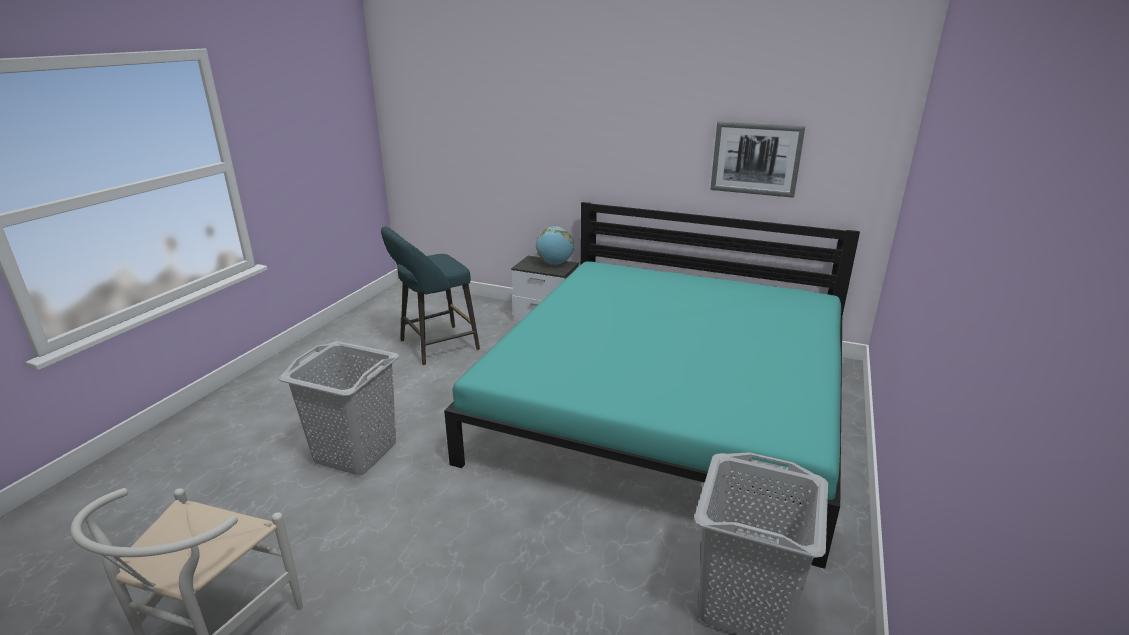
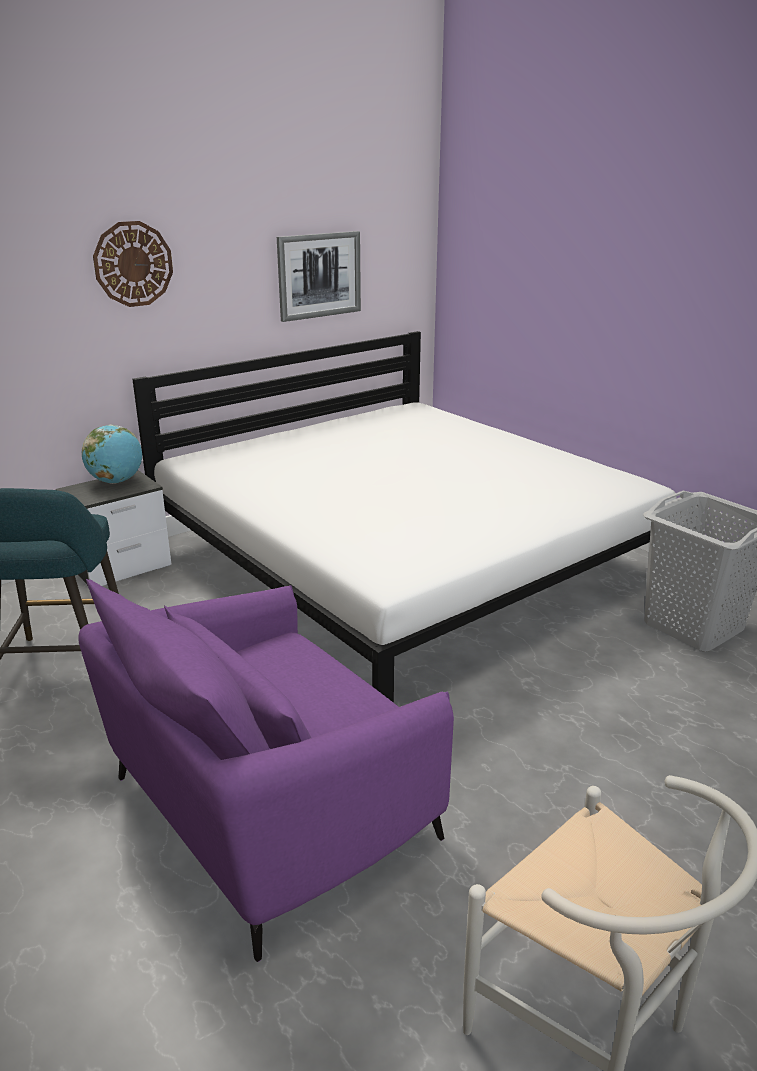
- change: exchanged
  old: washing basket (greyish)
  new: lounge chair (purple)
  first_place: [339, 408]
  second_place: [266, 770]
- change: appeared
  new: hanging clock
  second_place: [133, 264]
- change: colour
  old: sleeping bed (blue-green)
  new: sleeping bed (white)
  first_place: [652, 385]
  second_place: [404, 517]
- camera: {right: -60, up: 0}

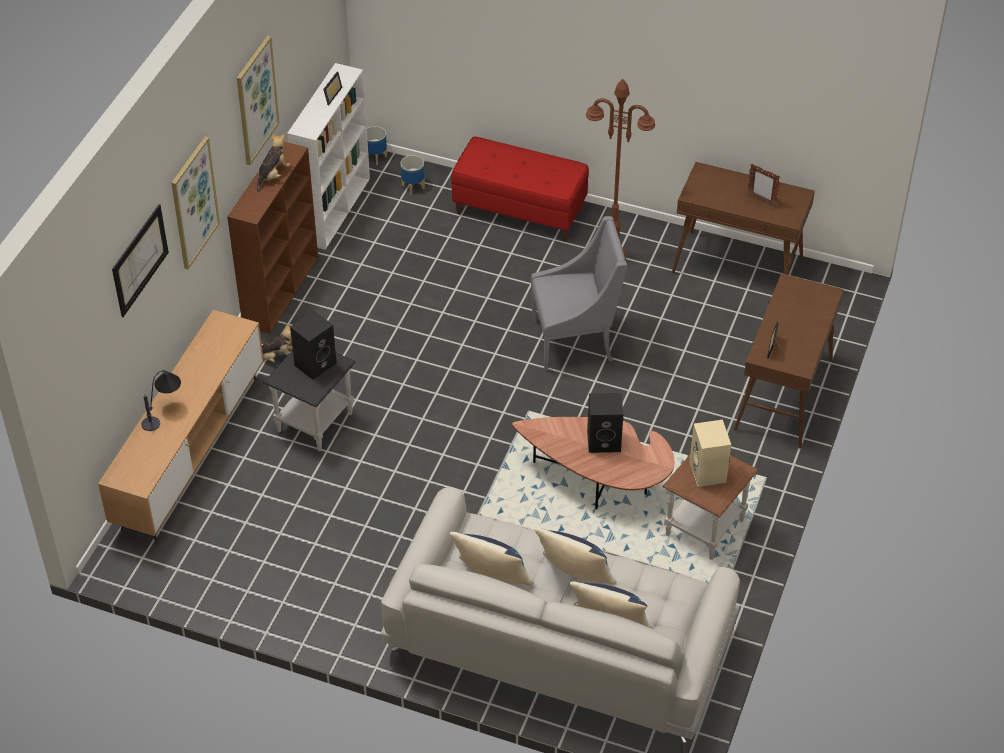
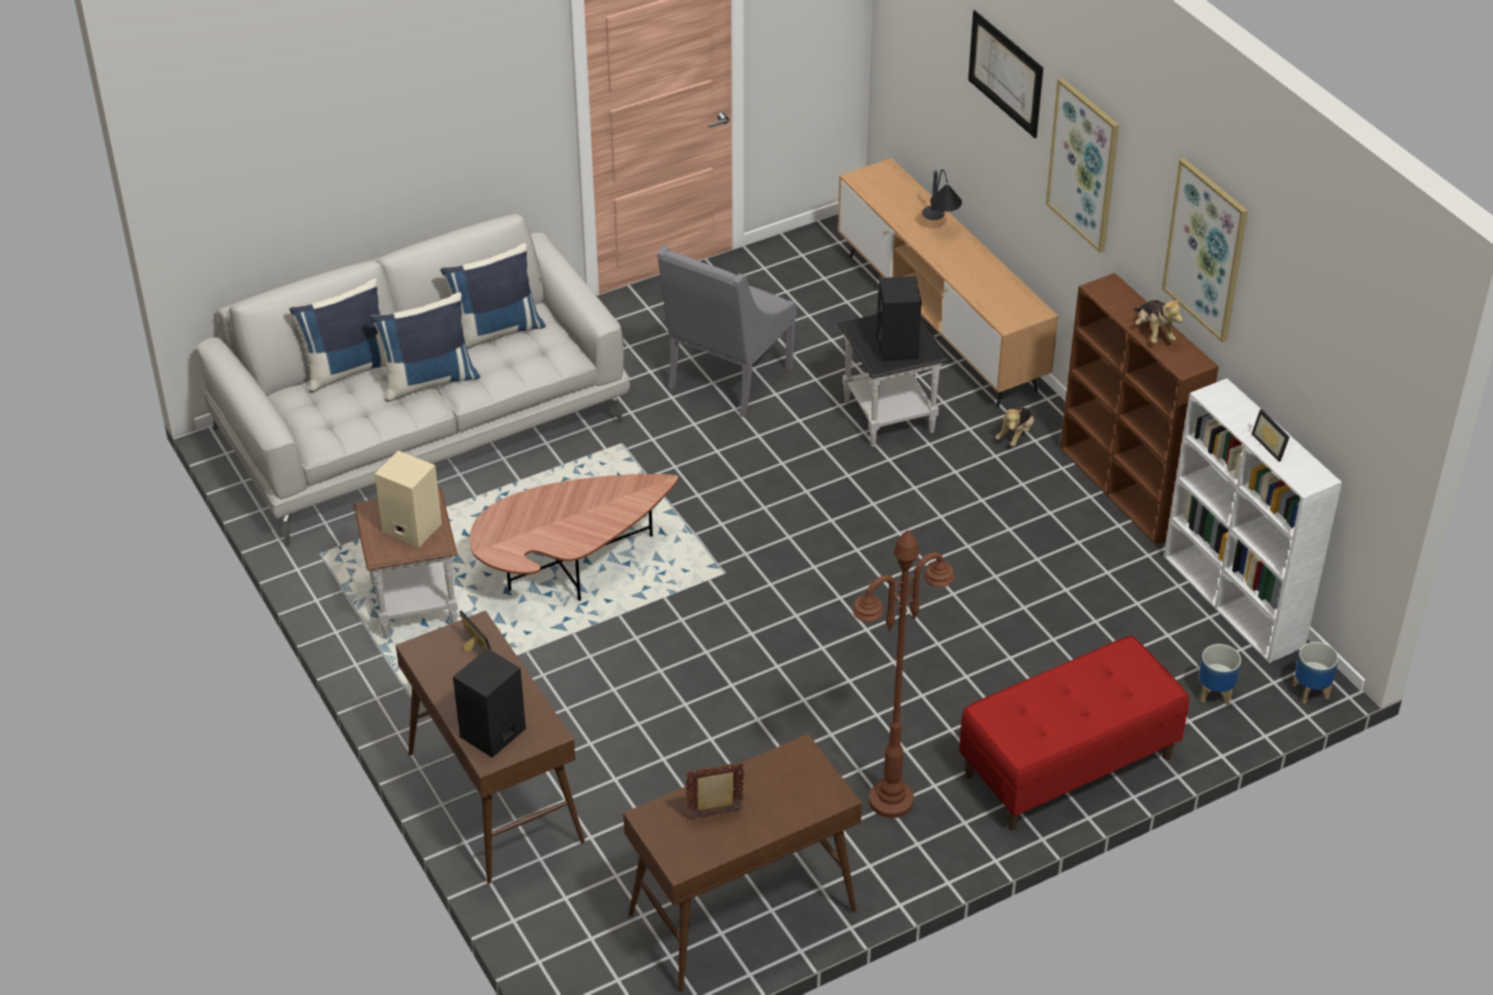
- change: relocated
  old: audio speaker (black)
  first_place: [605, 423]
  second_place: [489, 703]
- change: relocated
  old: lounge chair (greyish)
  first_place: [579, 293]
  second_place: [727, 331]
- camera: {right: 130, up: -5}

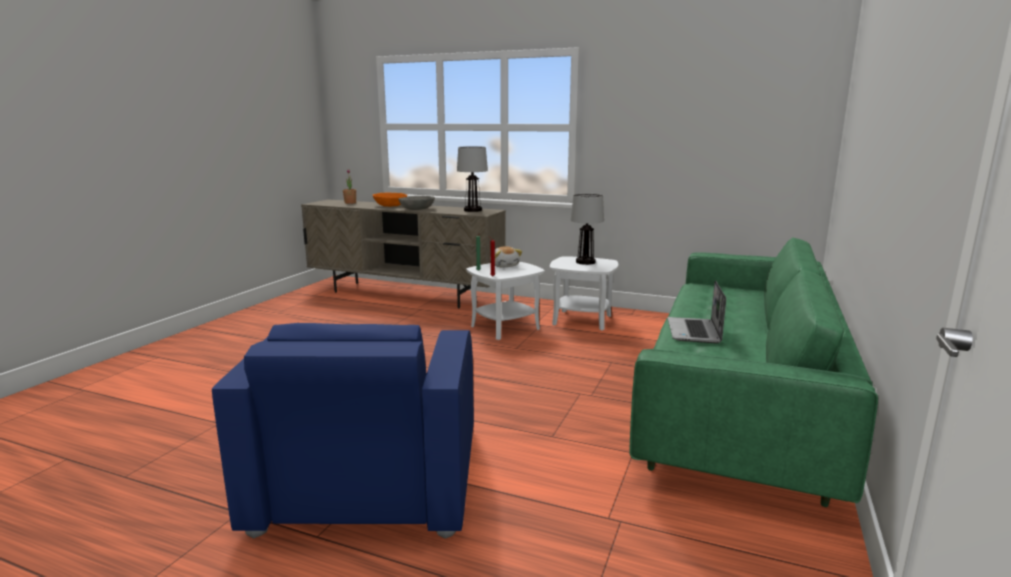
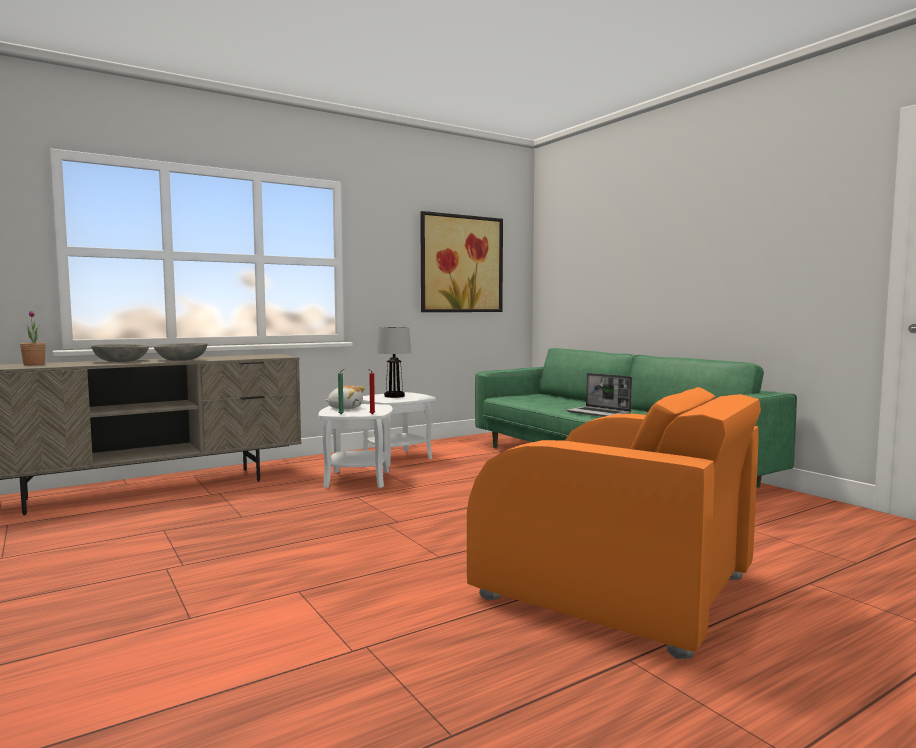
- change: colour
  old: deep dish (orange-coloured)
  new: deep dish (greyish)
  first_place: [390, 200]
  second_place: [120, 353]
- change: appeared
  new: wall art
  second_place: [461, 261]
- change: colour
  old: lounge chair (blue)
  new: lounge chair (orange-coloured)
  first_place: [343, 431]
  second_place: [614, 523]
- change: missing
  old: tabletop lamp
  first_place: [472, 179]
- camera: {right: -55, up: -10}

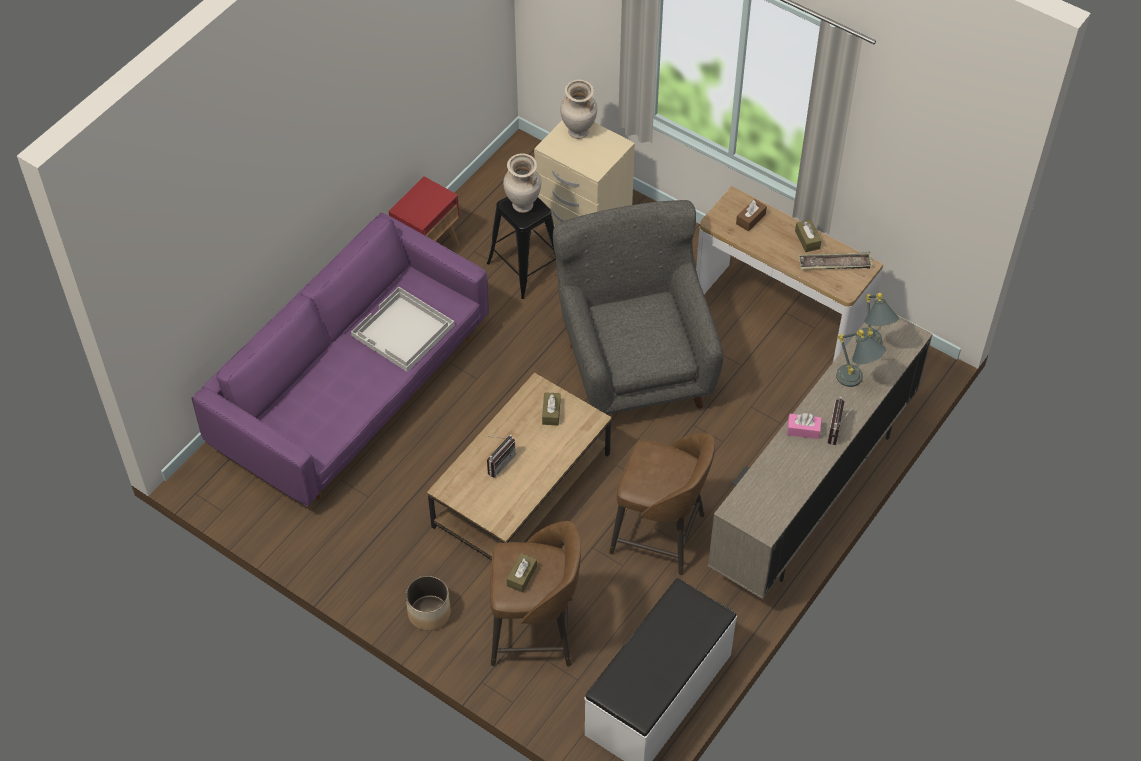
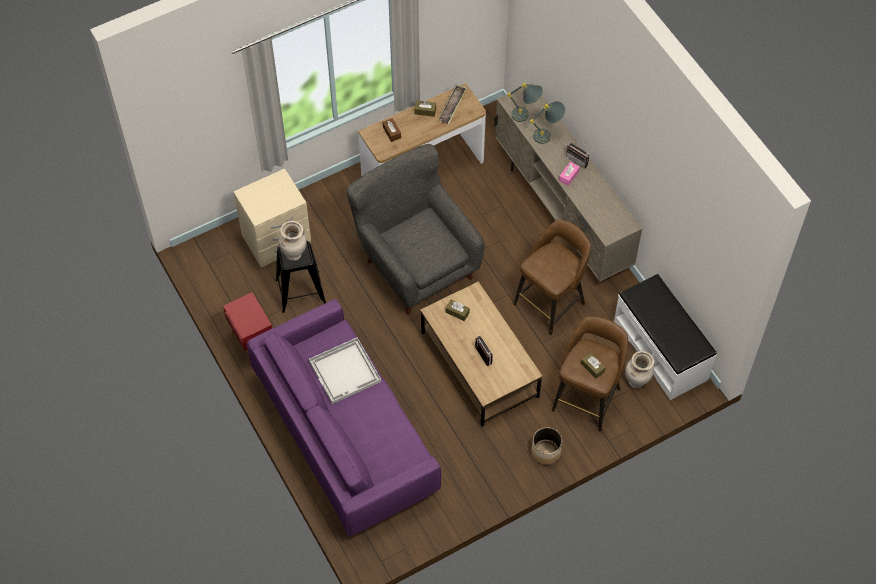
- change: spun
  old: lounge chair (greyish)
  first_place: [638, 307]
  second_place: [416, 229]
  degrees: 45
- change: relocated
  old: flower vase (sand-coloured)
  first_place: [578, 109]
  second_place: [639, 370]
- camera: {right: -65, up: 5}

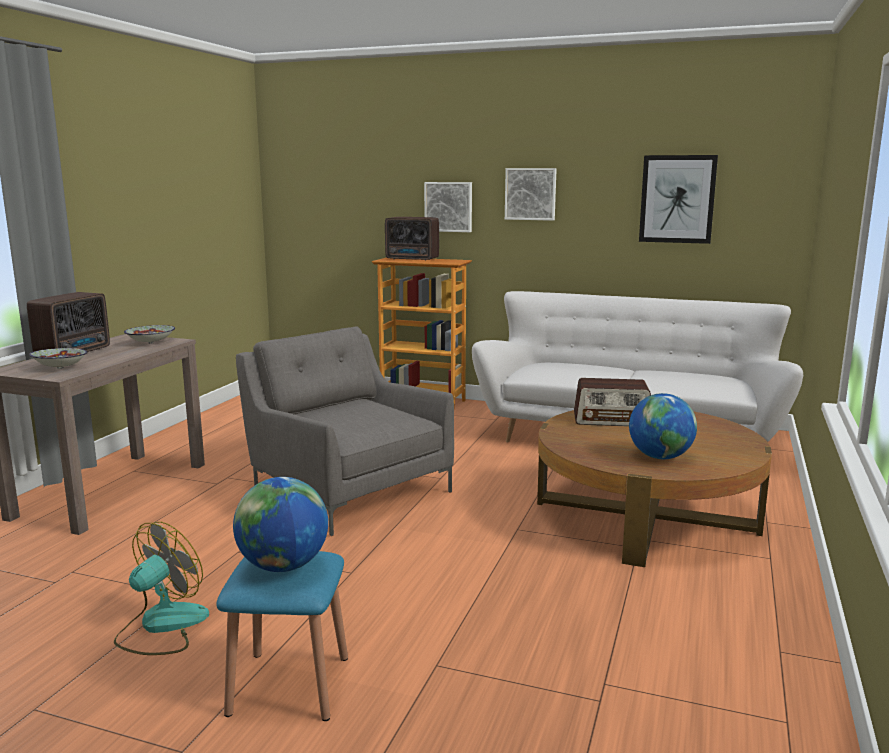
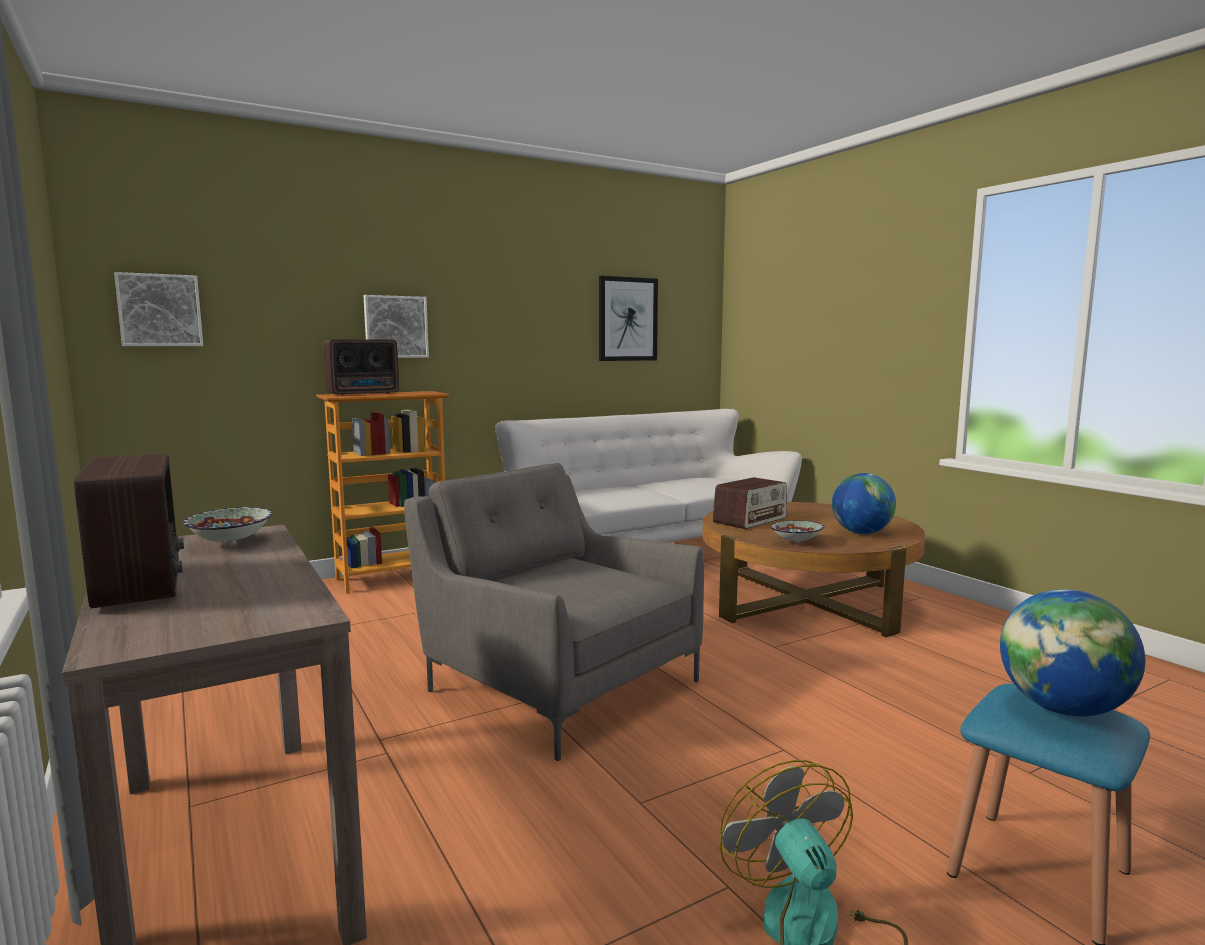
- change: relocated
  old: wall art
  first_place: [531, 194]
  second_place: [158, 309]
- change: spun
  old: lounge chair (greyish)
  first_place: [345, 431]
  second_place: [554, 612]
  degrees: 45
- change: relocated
  old: deep dish
  first_place: [58, 358]
  second_place: [797, 532]
- camera: {right: -50, up: -5}

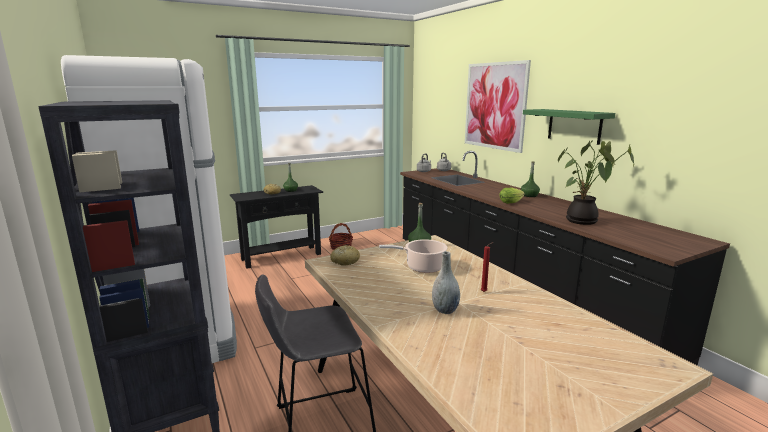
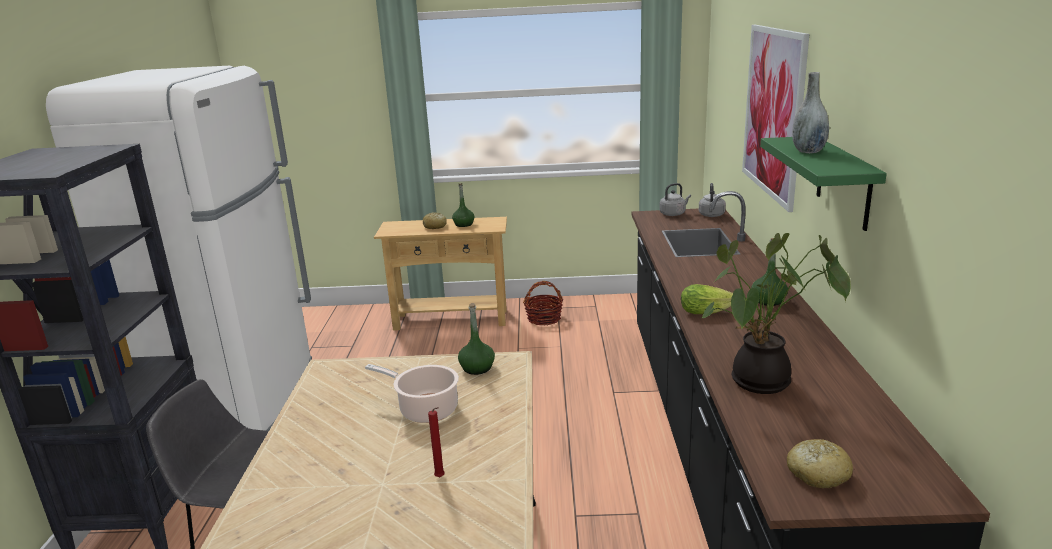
- change: colour
  old: hall table (black)
  new: hall table (sand-coloured)
  first_place: [276, 226]
  second_place: [440, 274]
- change: relocated
  old: bread
  first_place: [345, 255]
  second_place: [820, 463]
- change: relocated
  old: flower vase (greyish)
  first_place: [446, 282]
  second_place: [810, 112]
- camera: {right: 30, up: 5}

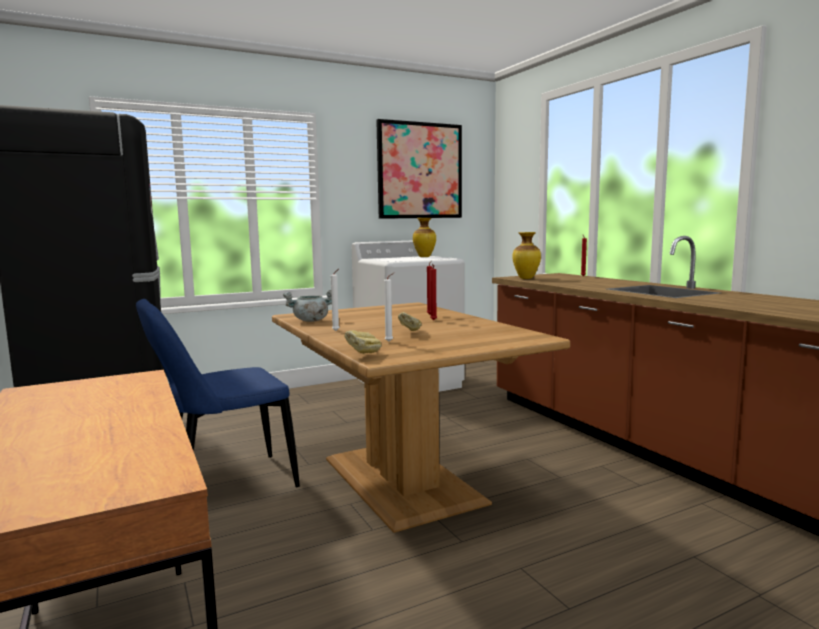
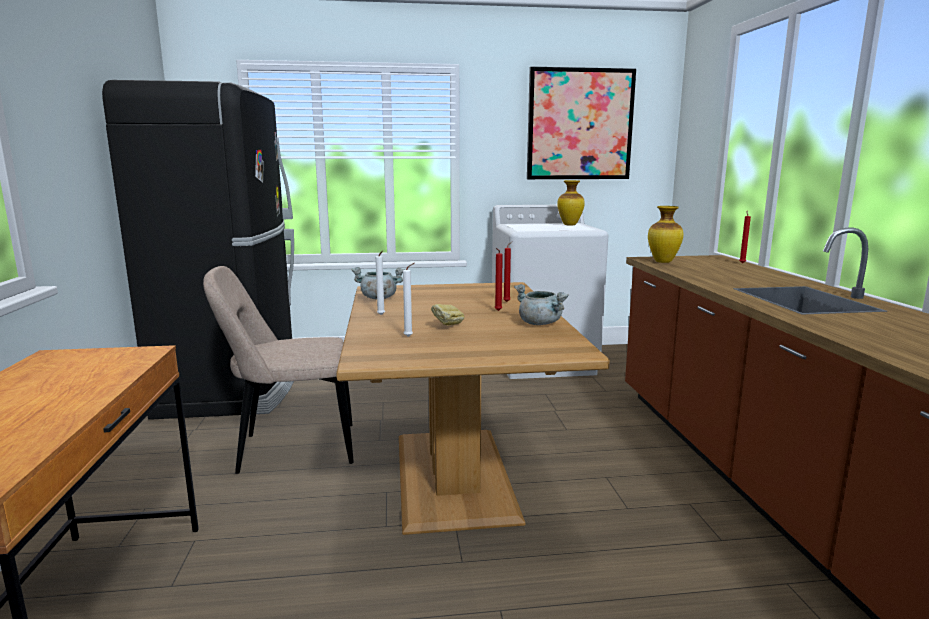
- change: colour
  old: chair (blue)
  new: chair (sand-coloured)
  first_place: [218, 393]
  second_place: [278, 370]
- change: appeared
  new: stockpot (greyish)
  second_place: [541, 304]
- change: missing
  old: bread
  first_place: [363, 342]
- camera: {right: 20, up: 5}

